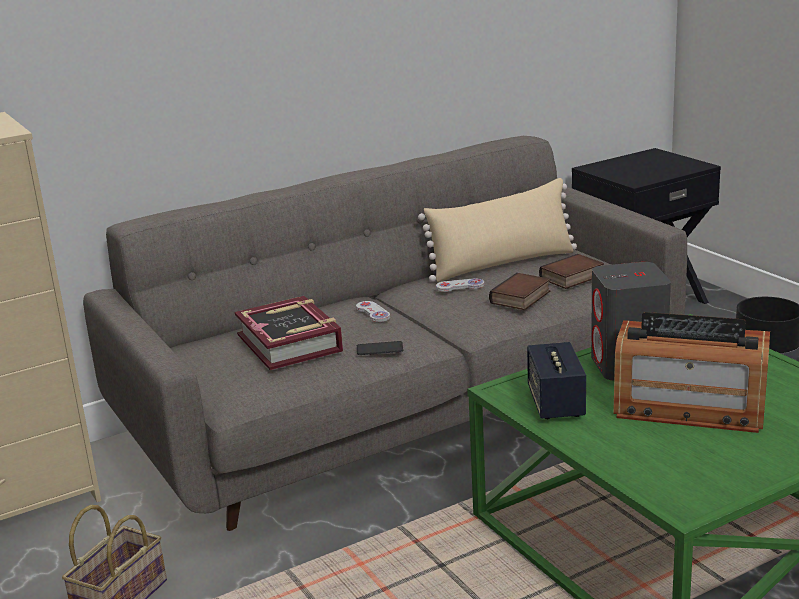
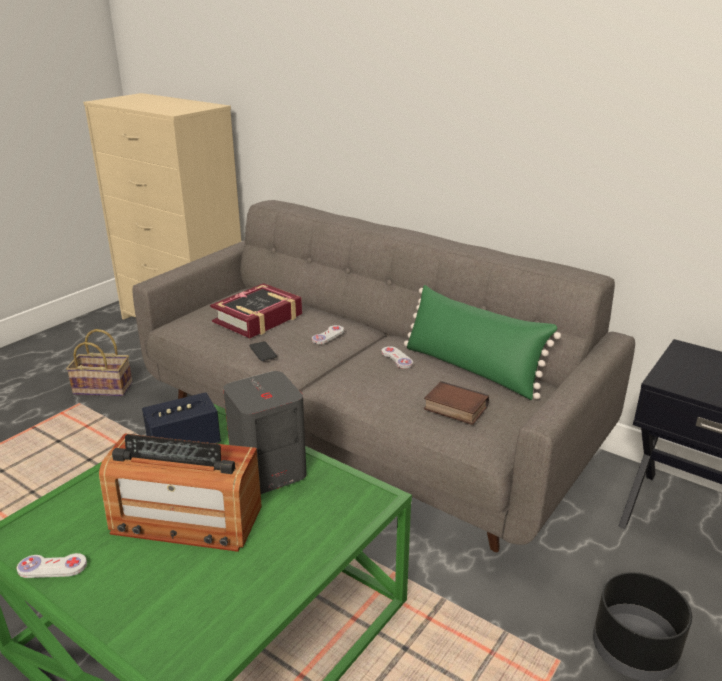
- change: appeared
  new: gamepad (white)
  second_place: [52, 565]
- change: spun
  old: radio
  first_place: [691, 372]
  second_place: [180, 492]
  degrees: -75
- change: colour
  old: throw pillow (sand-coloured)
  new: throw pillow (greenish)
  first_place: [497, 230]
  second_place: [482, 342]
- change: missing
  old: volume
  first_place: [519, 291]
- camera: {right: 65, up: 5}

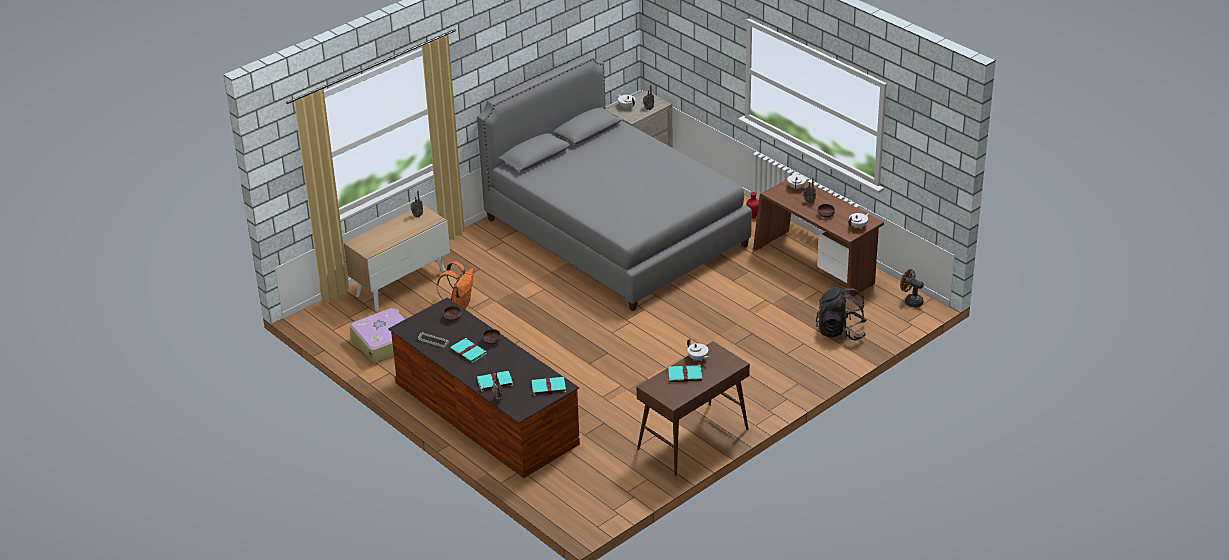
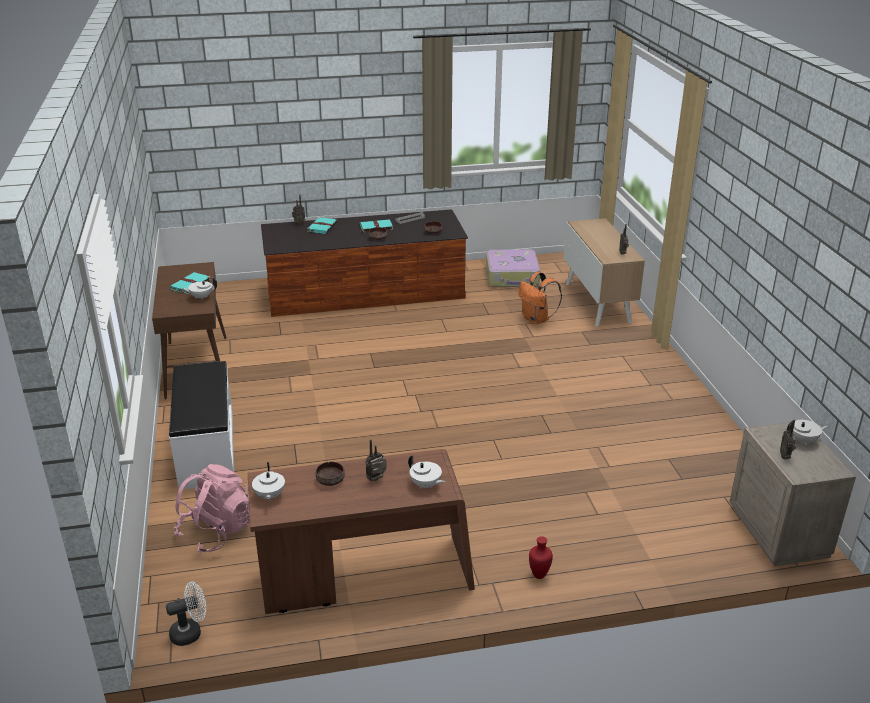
- change: colour
  old: cooling fan (brown)
  new: cooling fan (white)
  first_place: [912, 288]
  second_place: [186, 614]
- change: appeared
  new: bench (white)
  second_place: [201, 425]
- change: colour
  old: backpack (black)
  new: backpack (pinkish)
  first_place: [841, 313]
  second_place: [212, 508]
- change: missing
  old: sleeping bed (greyish)
  first_place: [614, 182]
- change: missing
  old: volume (blue-green)
  first_place: [548, 386]
- camera: {right: 120, up: -5}

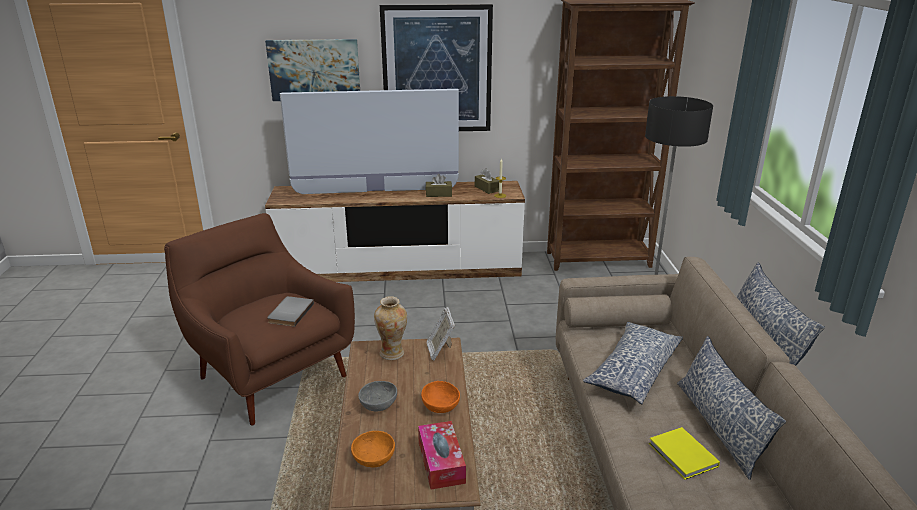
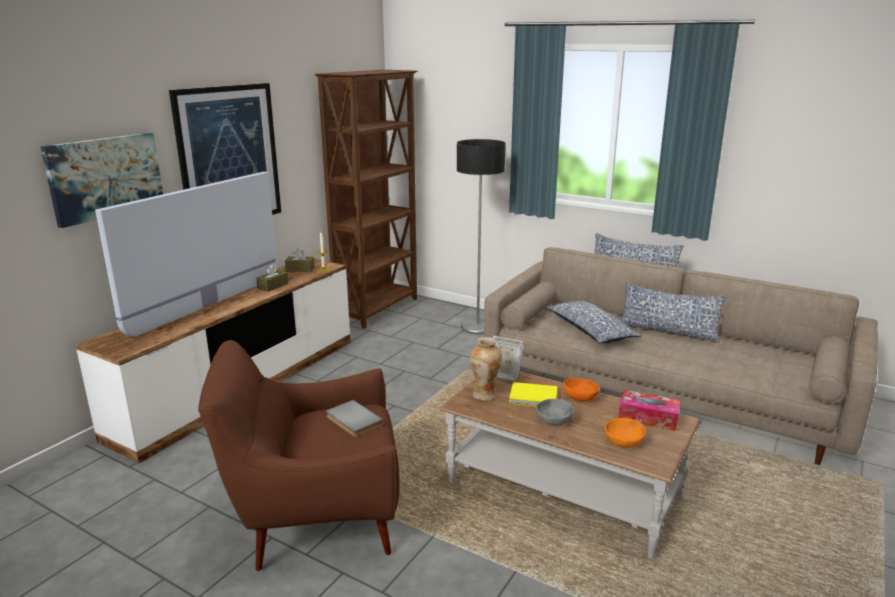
- change: relocated
  old: volume (yellow)
  first_place: [684, 453]
  second_place: [533, 394]
- camera: {right: -55, up: -5}

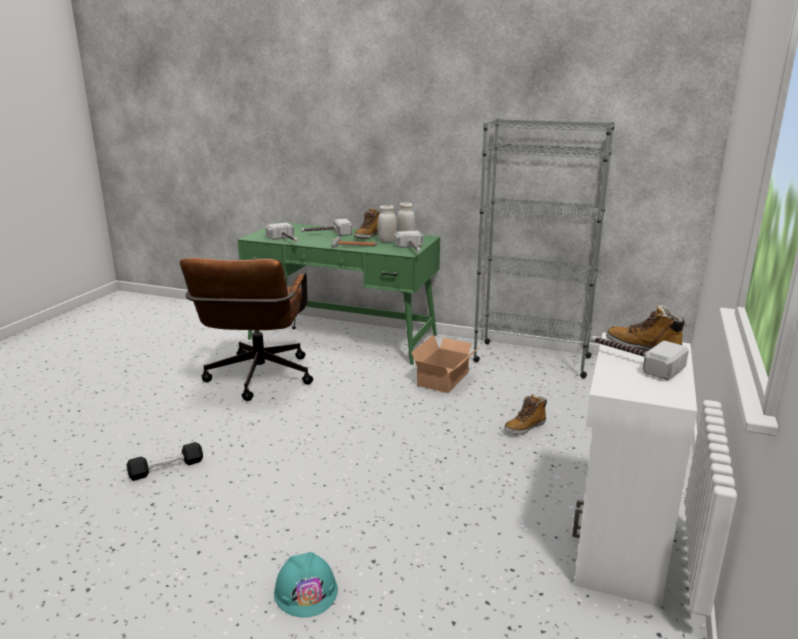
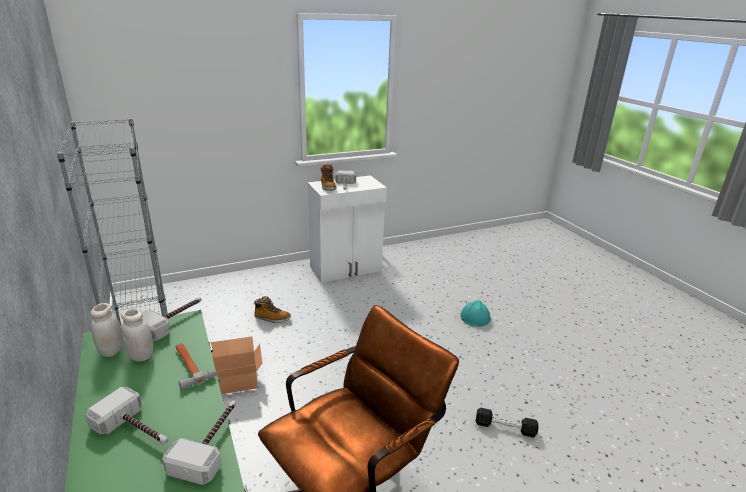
- change: missing
  old: boot
  first_place: [367, 223]
- camera: {right: -135, up: 5}

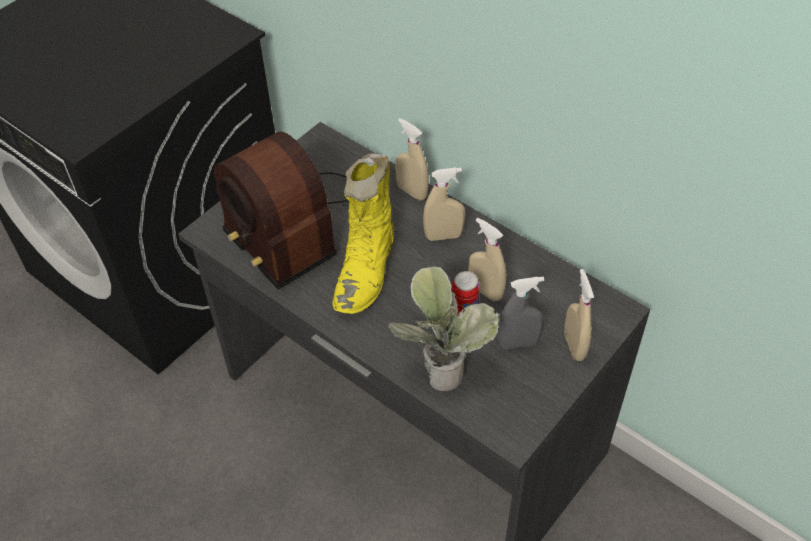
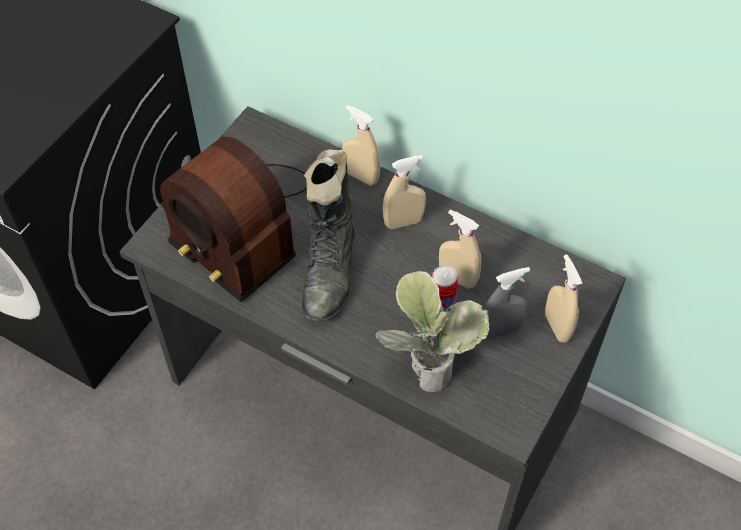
- change: colour
  old: boot (yellow)
  new: boot (black)
  first_place: [363, 233]
  second_place: [328, 235]
- camera: {right: -10, up: 5}

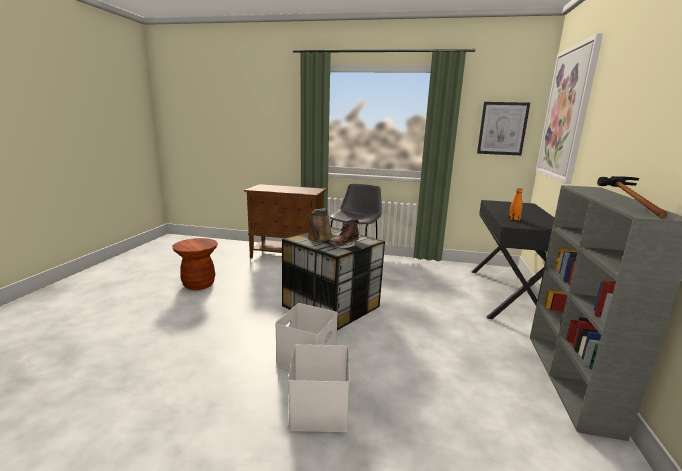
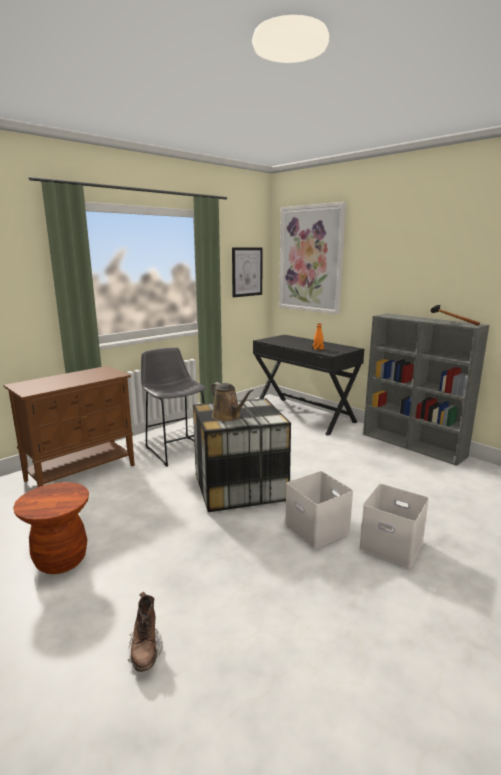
- change: relocated
  old: boot (brown)
  first_place: [343, 233]
  second_place: [145, 632]
- camera: {right: -55, up: 0}

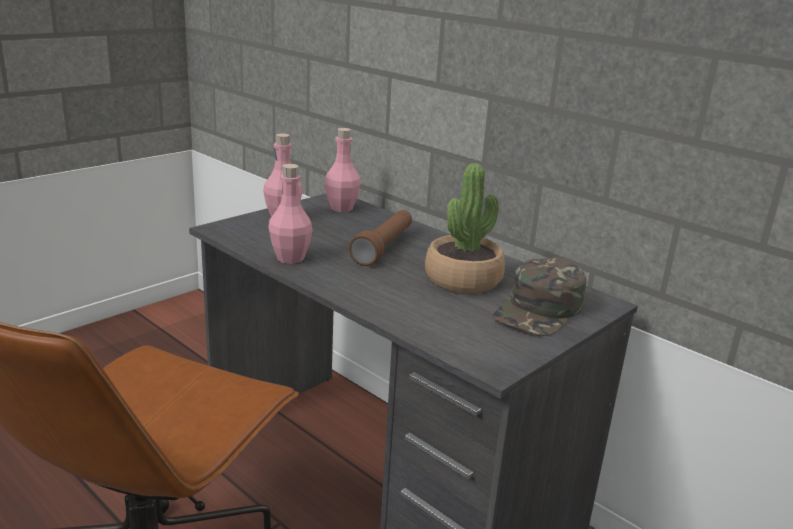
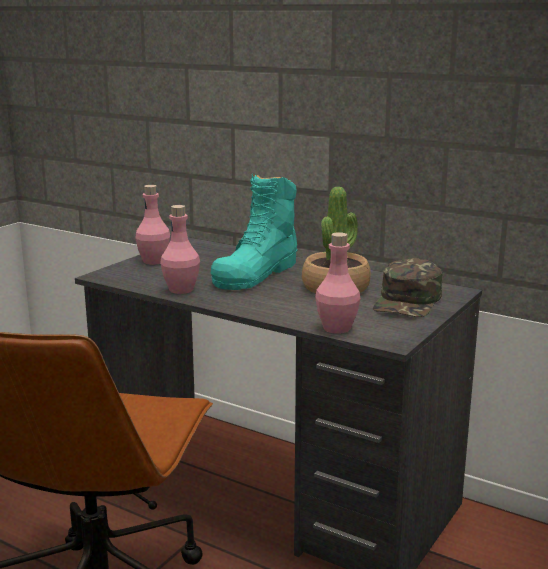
- change: exchanged
  old: hand torch (brown)
  new: boot (blue-green)
  first_place: [380, 238]
  second_place: [254, 232]
- change: relocated
  old: drink bottle (pinkish)
  first_place: [342, 170]
  second_place: [337, 283]
- camera: {right: -10, up: -5}

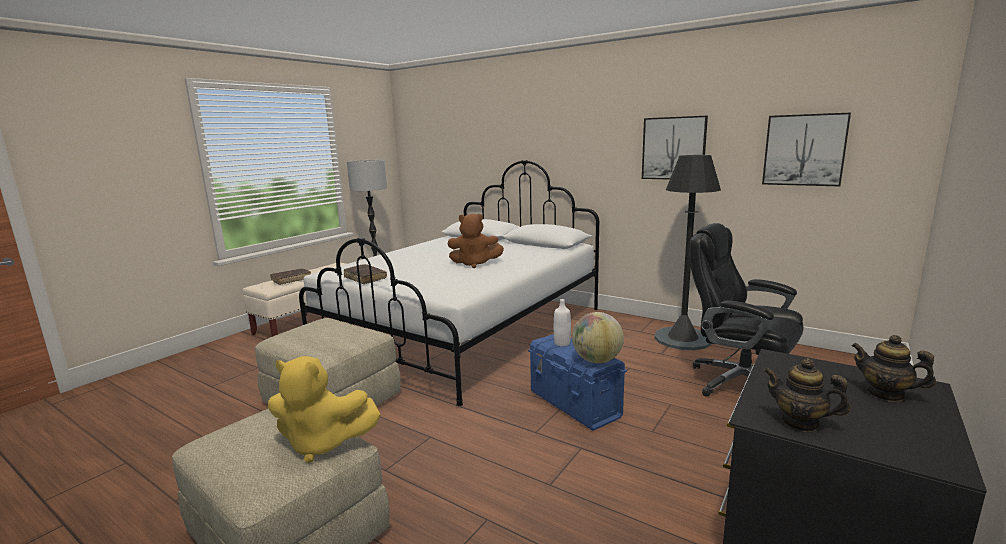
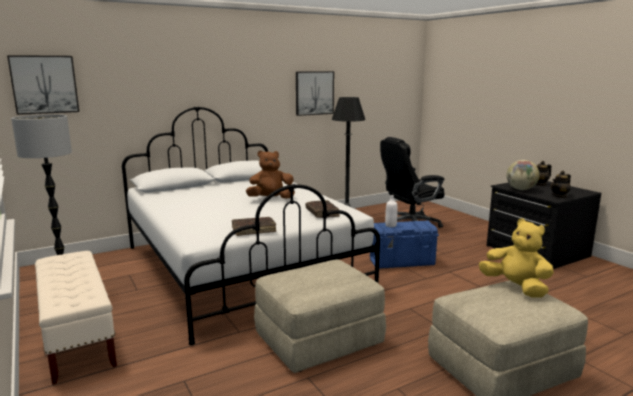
- change: relocated
  old: wall art
  first_place: [806, 149]
  second_place: [43, 85]
- change: spun
  old: cuddly toy (brown)
  first_place: [476, 241]
  second_place: [270, 175]
  degrees: -135
- change: relocated
  old: volume (brown)
  first_place: [290, 277]
  second_place: [323, 209]
- change: spun
  old: cuddly toy (yellow)
  first_place: [324, 409]
  second_place: [516, 258]
  degrees: -75
- change: relocated
  old: globe
  first_place: [598, 337]
  second_place: [522, 175]
- camera: {right: -65, up: 0}

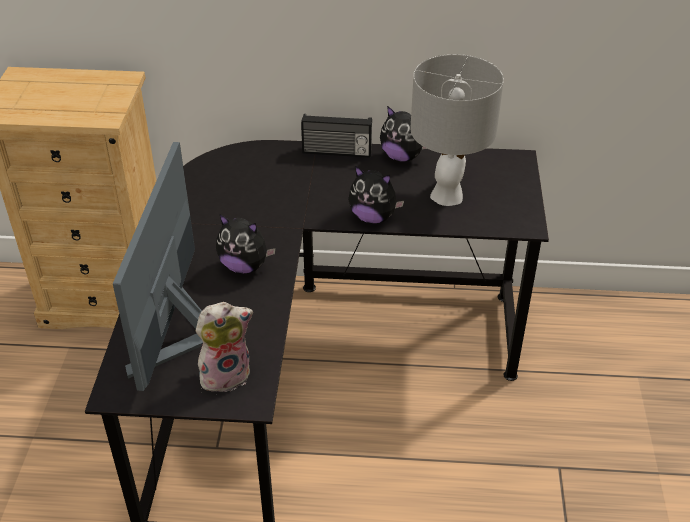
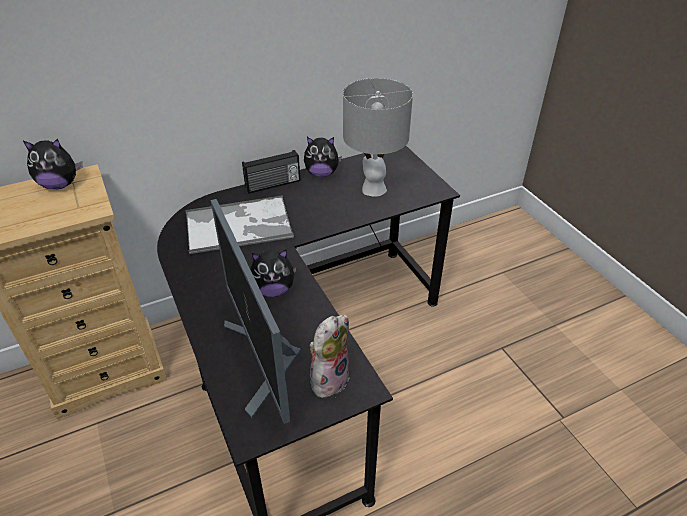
- change: relocated
  old: cuddly toy
  first_place: [376, 194]
  second_place: [53, 164]
- change: appeared
  new: serving tray
  second_place: [239, 224]
- camera: {right: -30, up: 0}

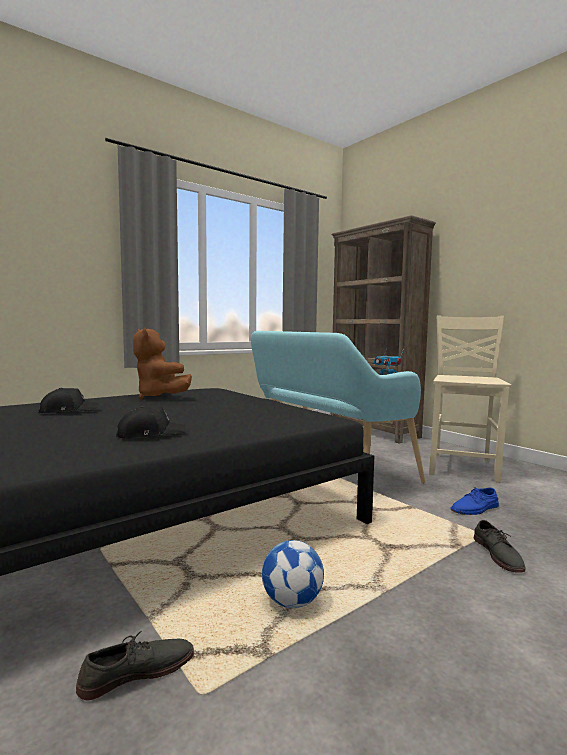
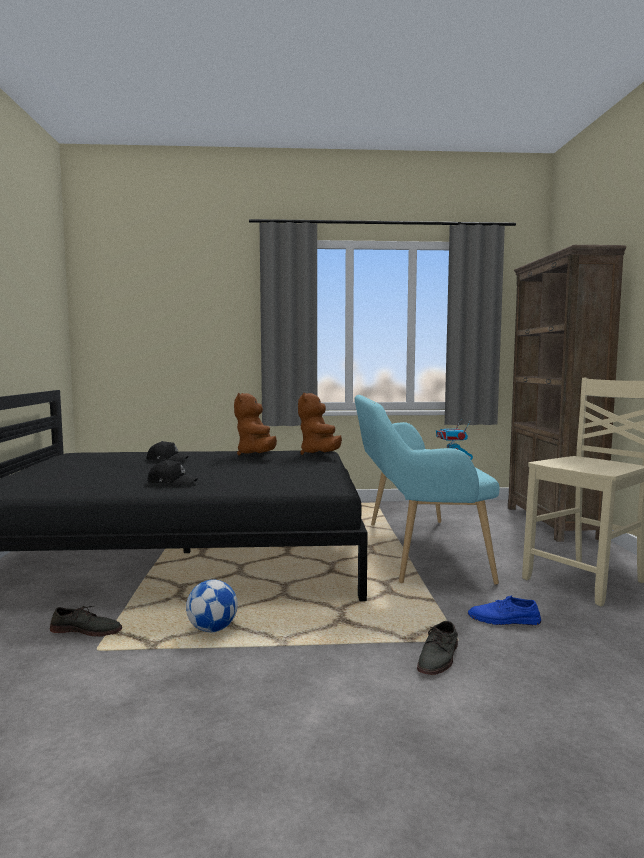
- change: appeared
  new: cuddly toy (brown)
  second_place: [320, 424]
- camera: {right: 35, up: 0}

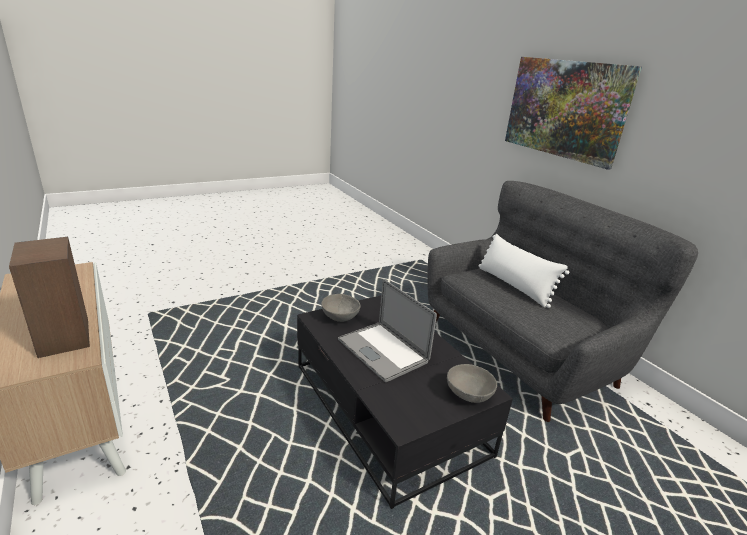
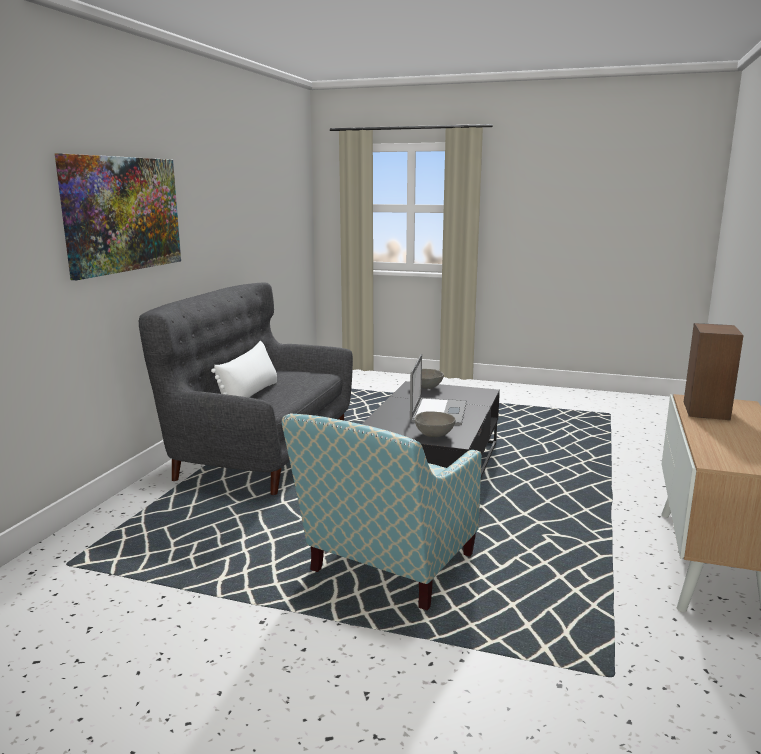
- change: appeared
  new: lounge chair
  second_place: [382, 511]
- camera: {right: -130, up: -10}

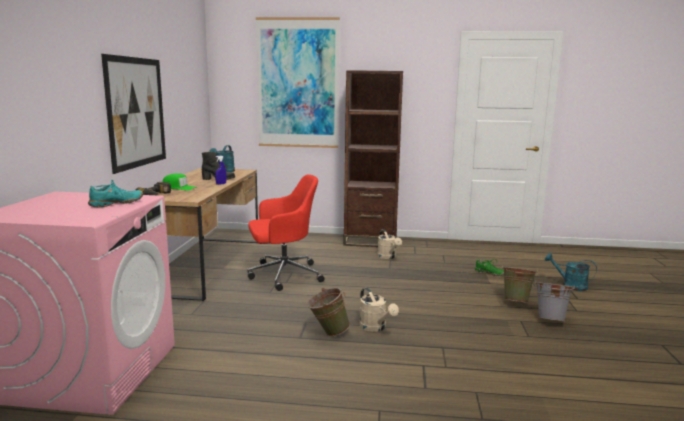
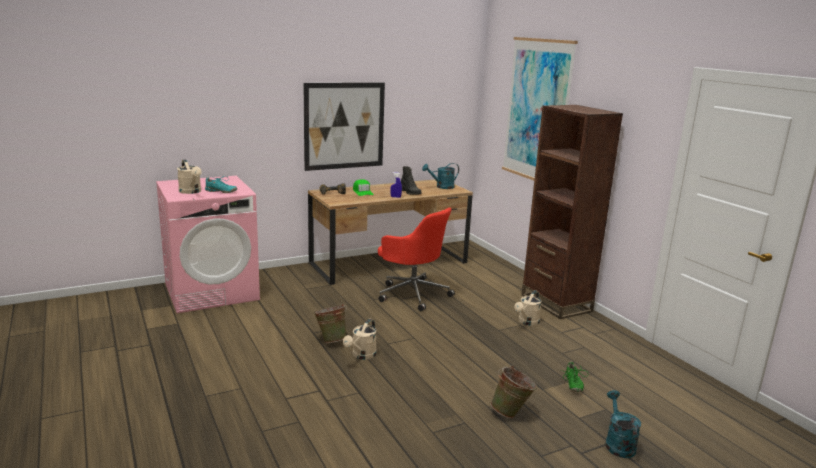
- change: appeared
  new: sprinkling can (sand-coloured)
  second_place: [189, 177]
- change: missing
  old: bucket (greyish)
  first_place: [555, 300]
- camera: {right: 55, up: 5}

